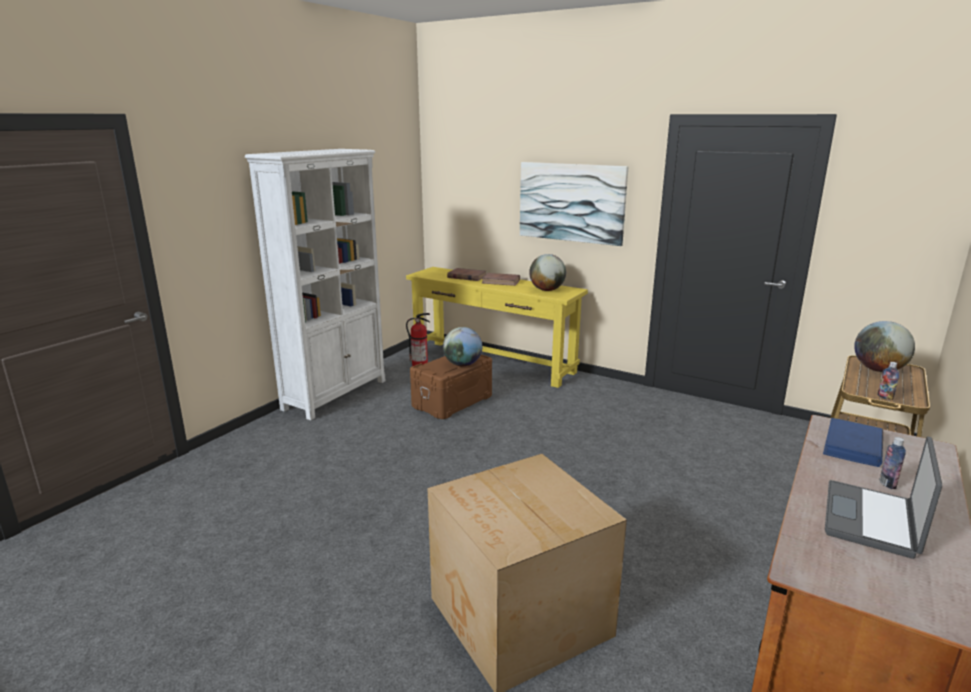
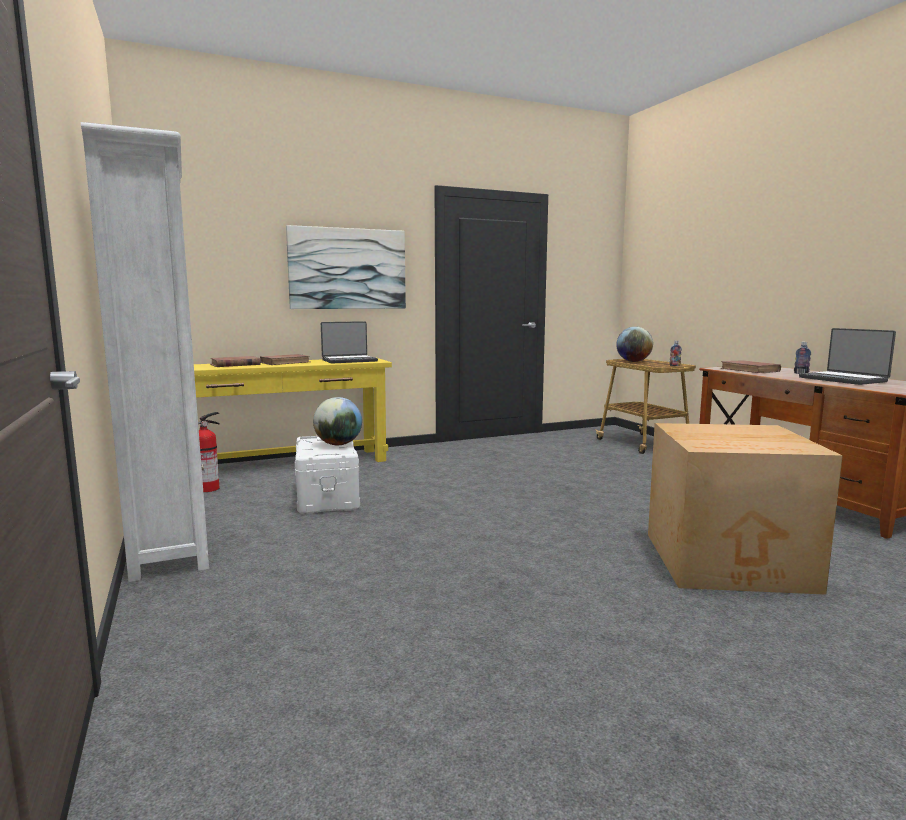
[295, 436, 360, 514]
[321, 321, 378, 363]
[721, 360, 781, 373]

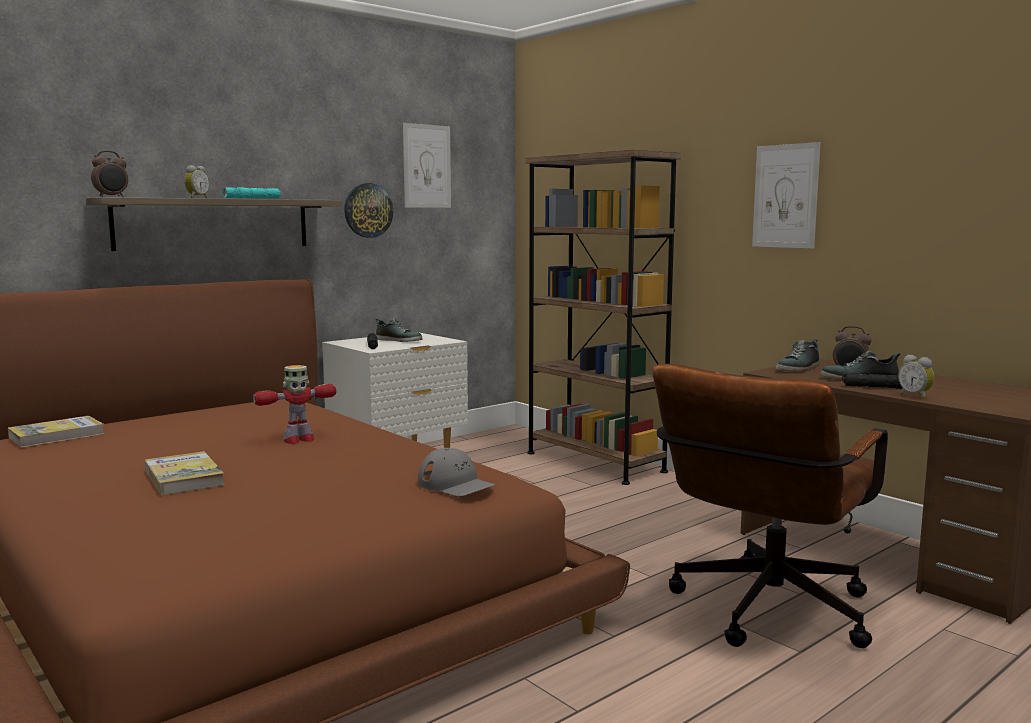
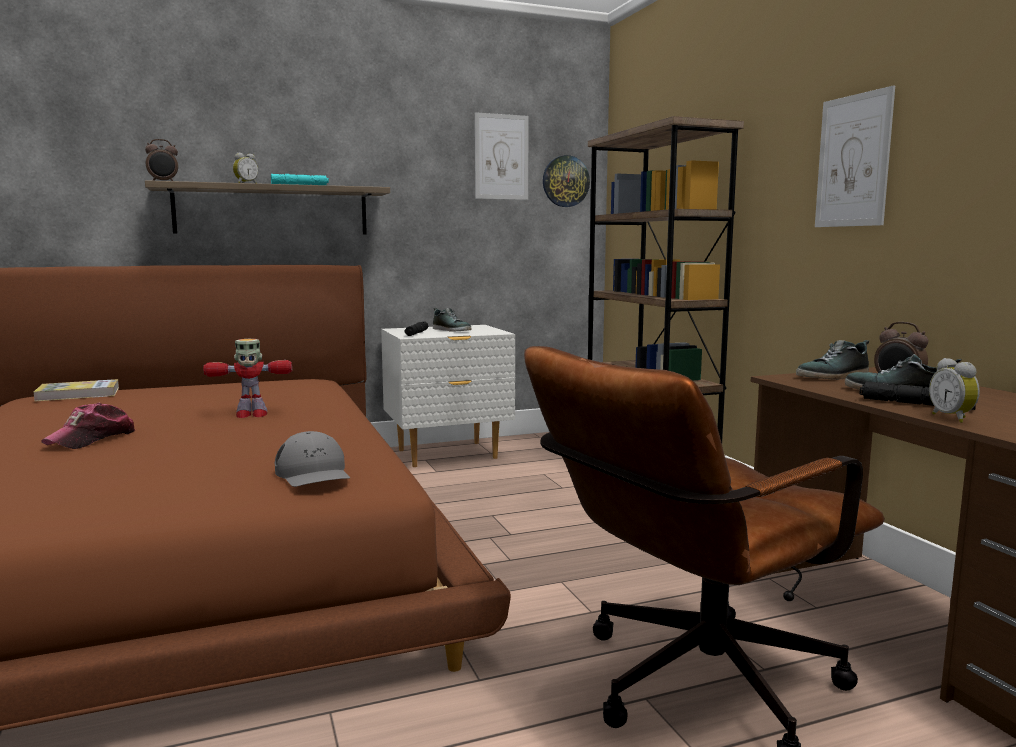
[41, 403, 136, 449]
[543, 155, 590, 207]

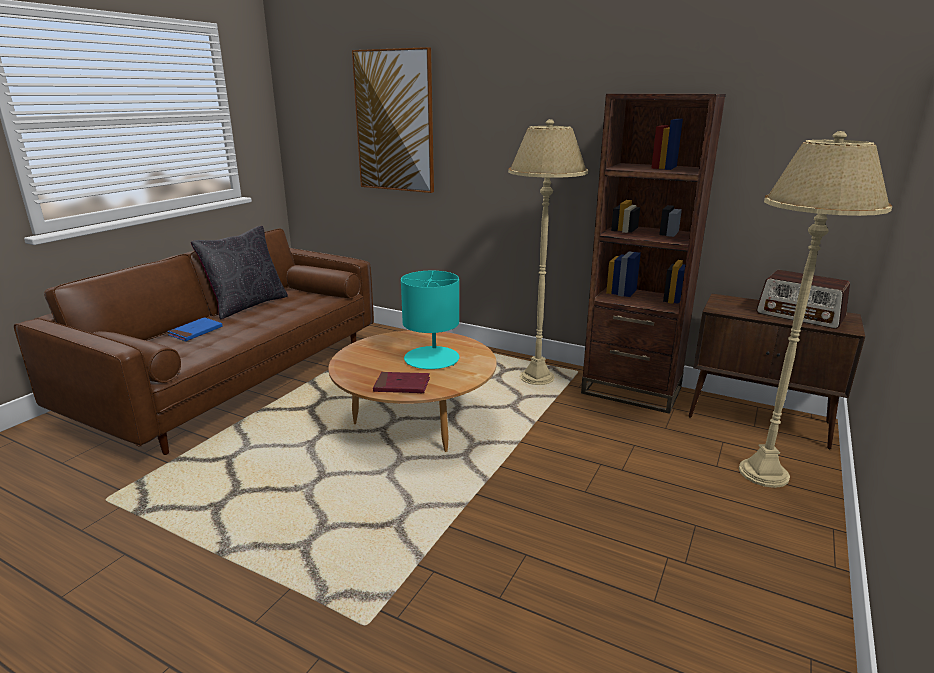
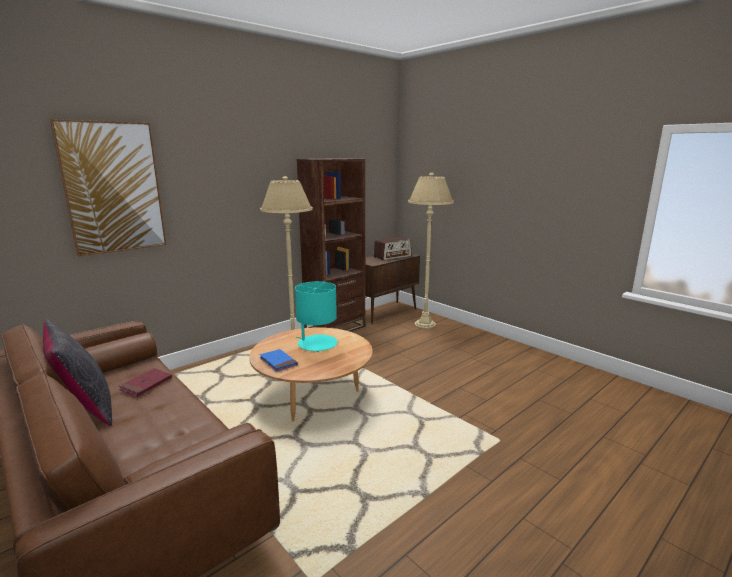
[119, 368, 172, 397]
[259, 349, 298, 372]

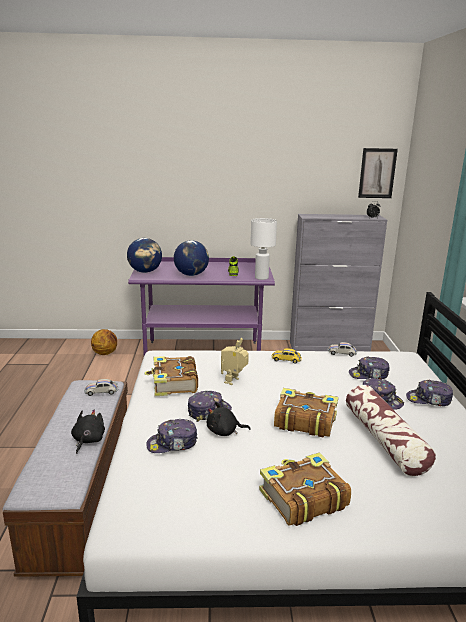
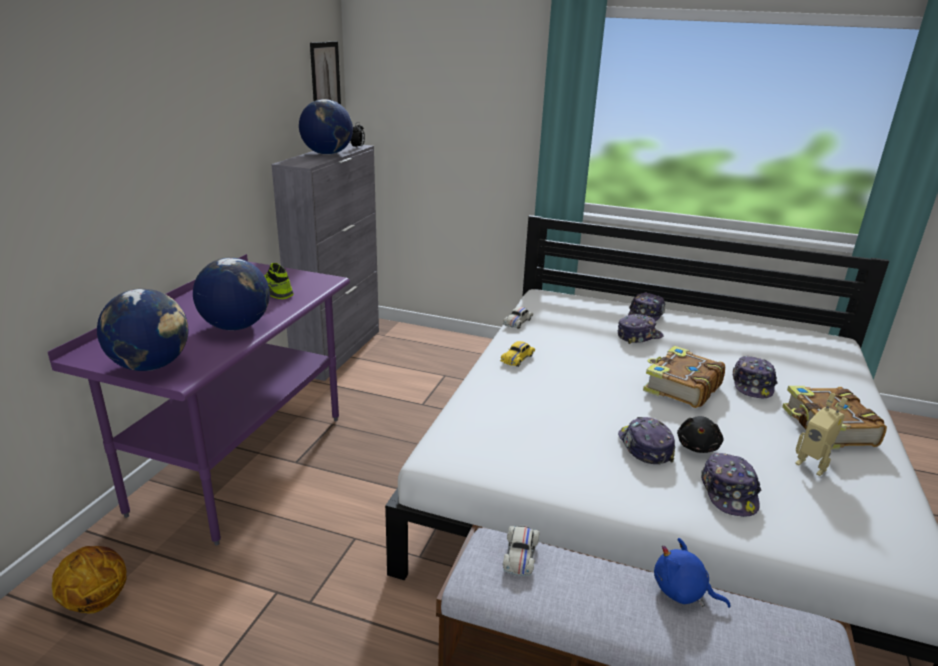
[299, 99, 353, 155]
[654, 538, 731, 608]
[733, 356, 778, 398]
[795, 393, 848, 476]
[144, 356, 198, 396] (first image)
[250, 218, 277, 280] (first image)
[346, 385, 436, 476] (first image)

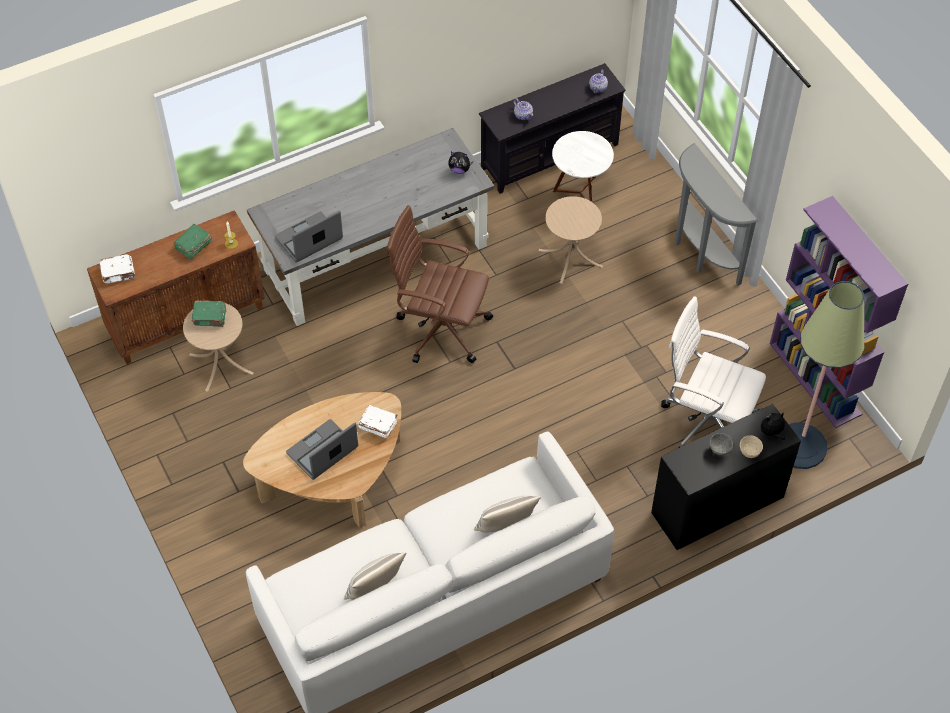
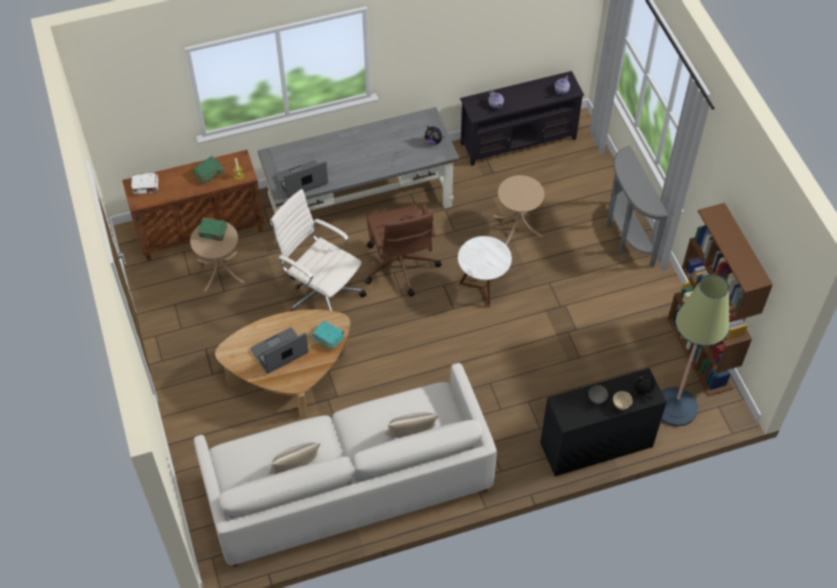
[271, 189, 367, 311]
[312, 321, 345, 349]
[365, 204, 442, 297]
[458, 236, 512, 308]
[668, 203, 773, 396]

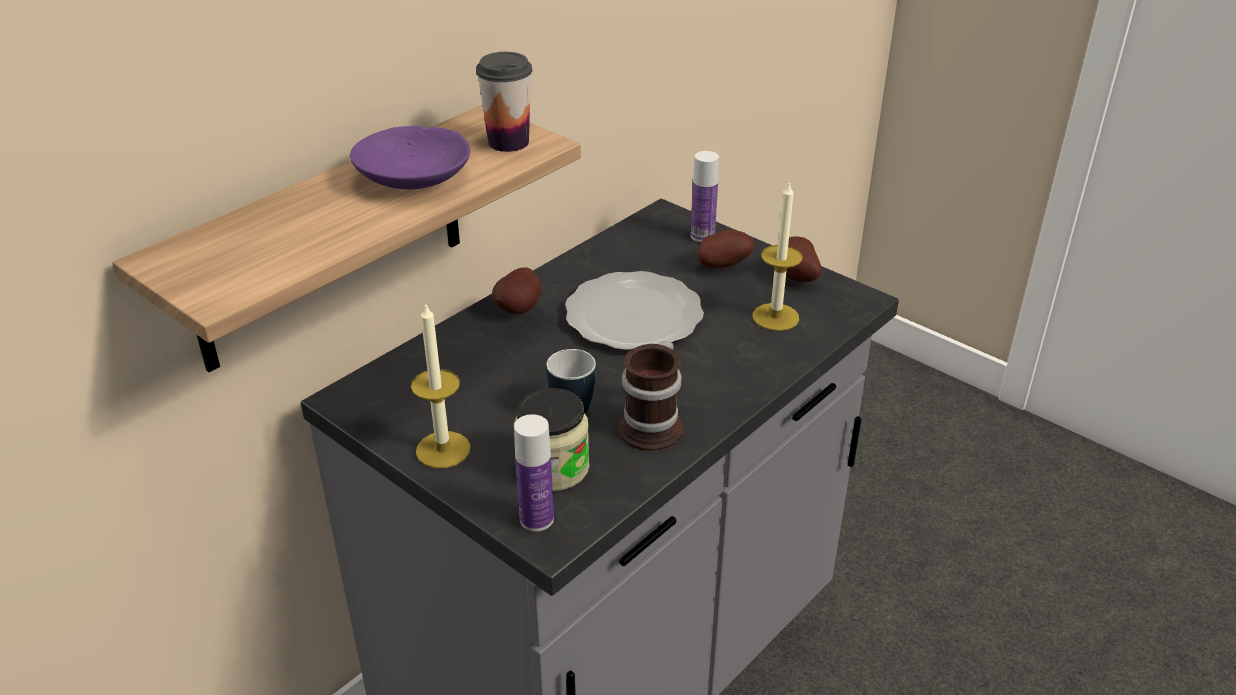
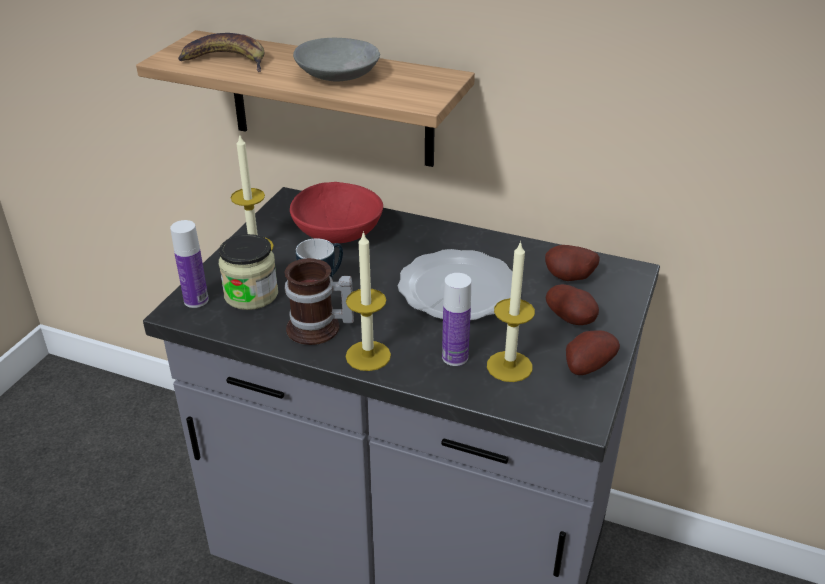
[178, 33, 264, 72]
[290, 182, 383, 243]
[293, 38, 380, 82]
[346, 231, 391, 371]
[442, 273, 471, 366]
[545, 245, 600, 281]
[476, 52, 532, 152] (first image)

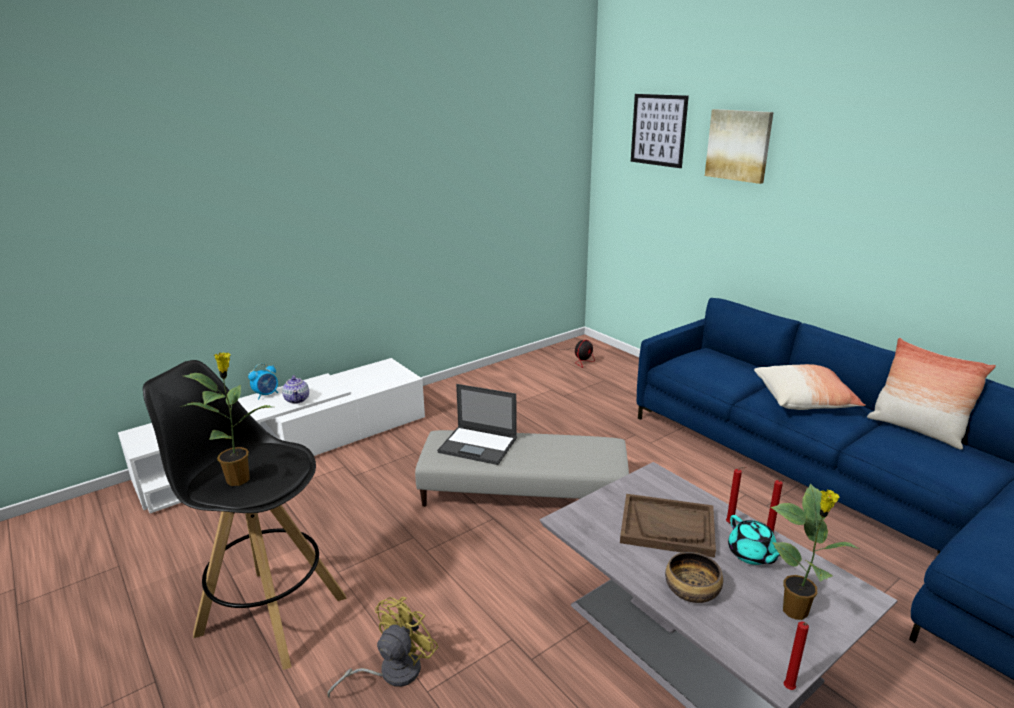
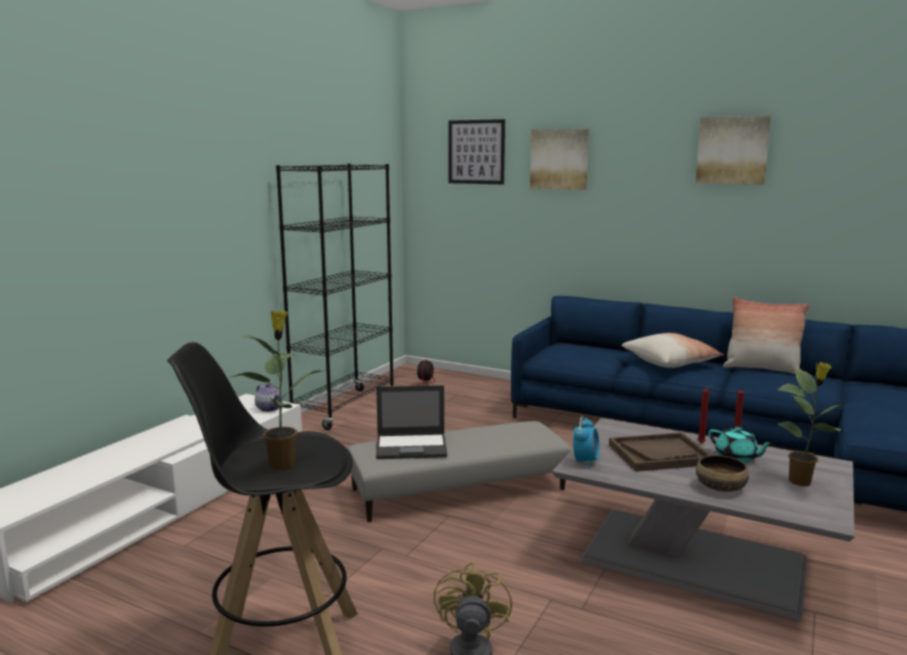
[255, 384, 283, 412]
[276, 164, 394, 430]
[573, 417, 599, 469]
[696, 116, 771, 185]
[784, 622, 809, 690] (first image)

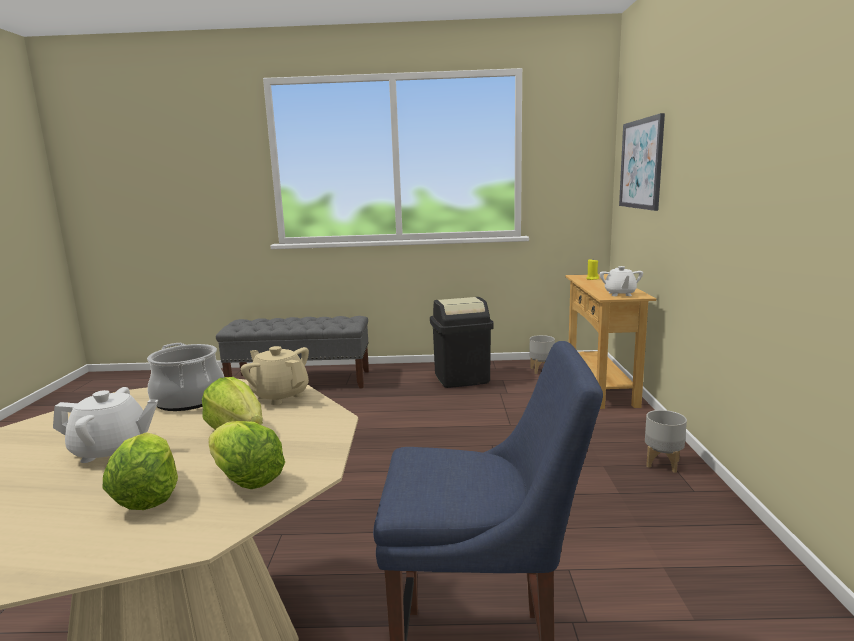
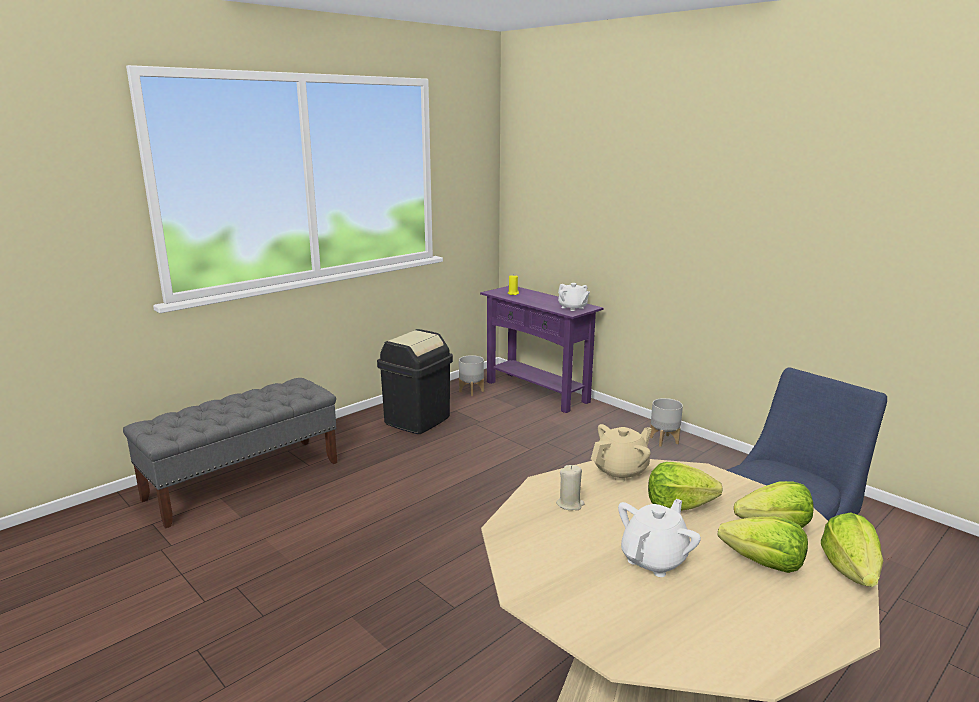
[480, 286, 603, 413]
[556, 465, 585, 510]
[591, 424, 652, 482]
[821, 512, 883, 587]
[619, 113, 665, 211] (first image)

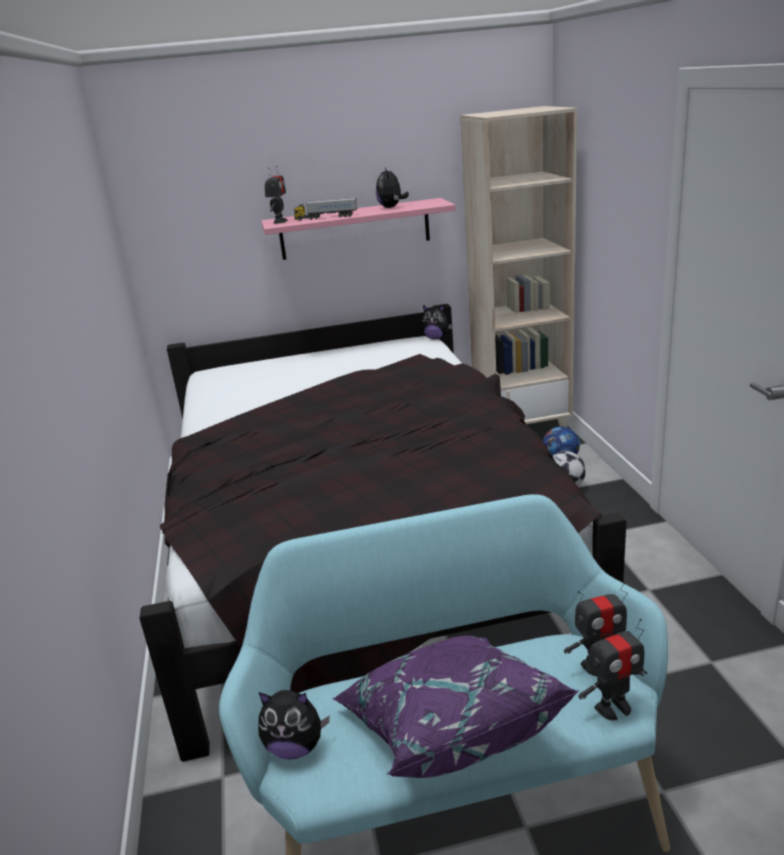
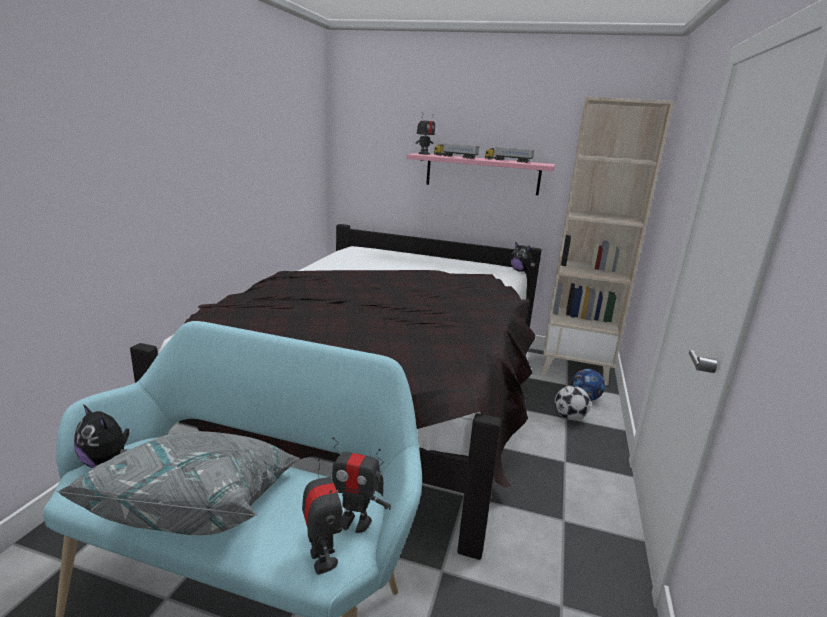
[56, 431, 300, 535]
[302, 459, 343, 575]
[485, 147, 534, 163]

